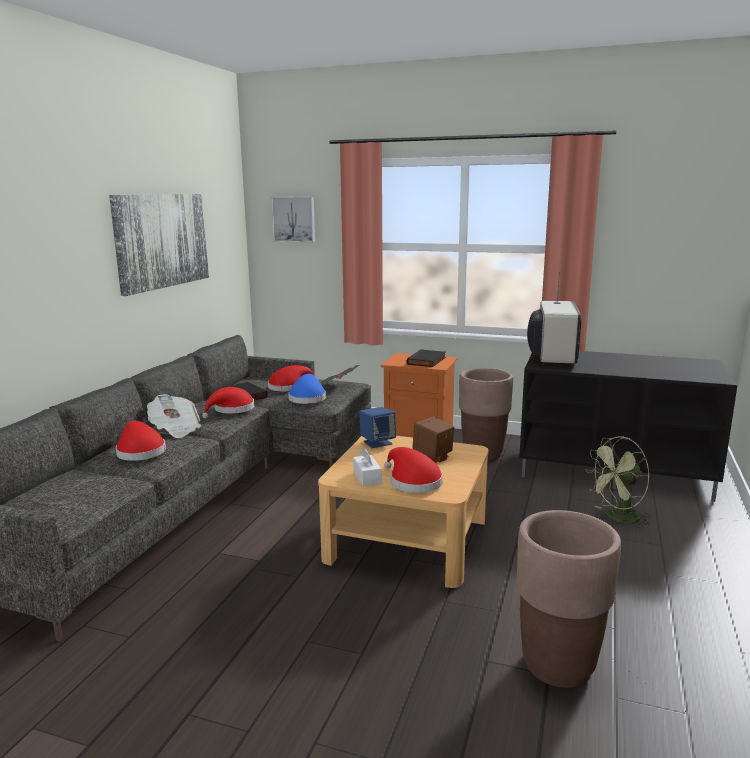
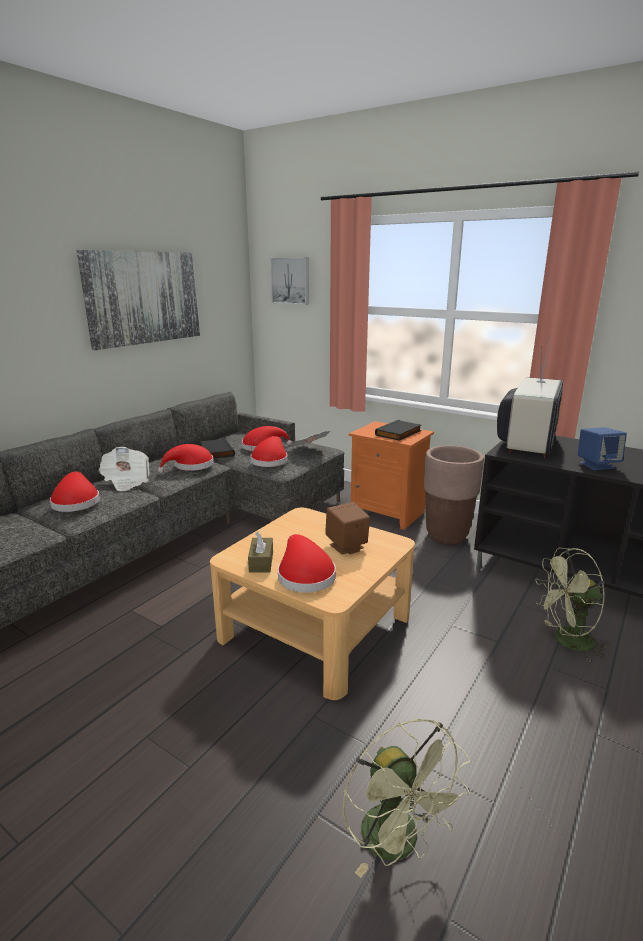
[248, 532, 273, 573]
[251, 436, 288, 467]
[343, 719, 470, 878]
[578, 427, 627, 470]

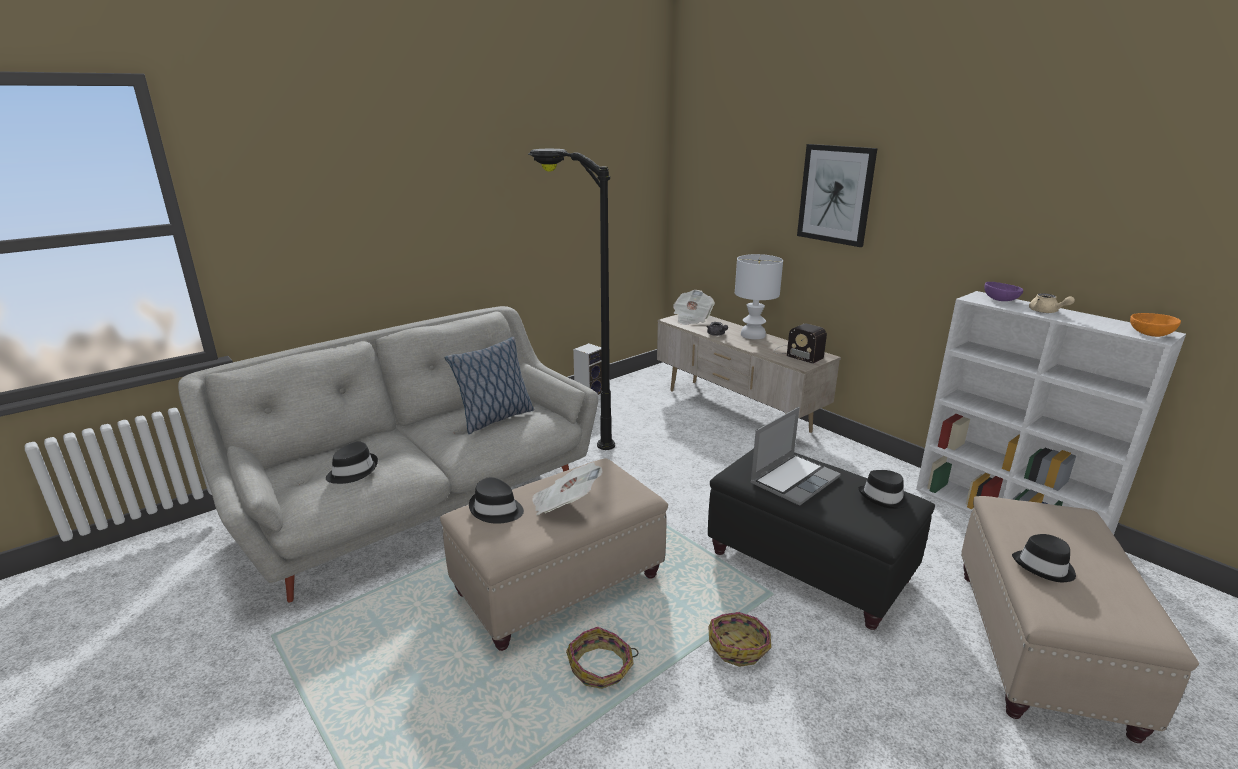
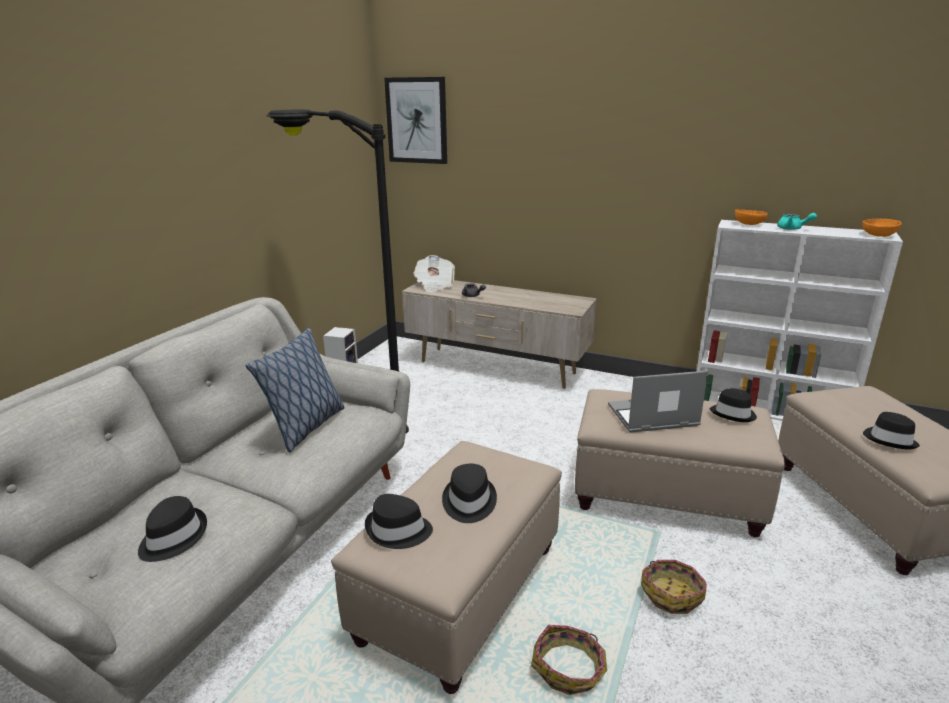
[384, 77, 447, 164]
[442, 464, 497, 523]
[575, 389, 785, 537]
[608, 370, 708, 433]
[735, 209, 768, 225]
[777, 213, 817, 230]
[735, 254, 783, 339] (first image)
[774, 323, 827, 364] (first image)

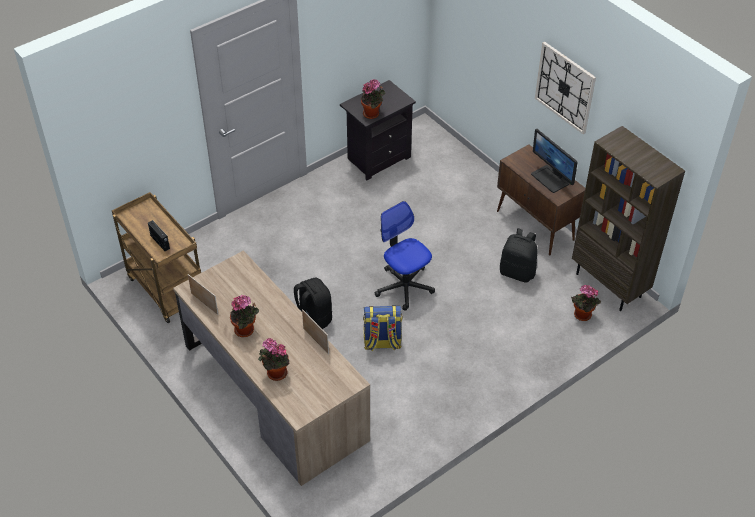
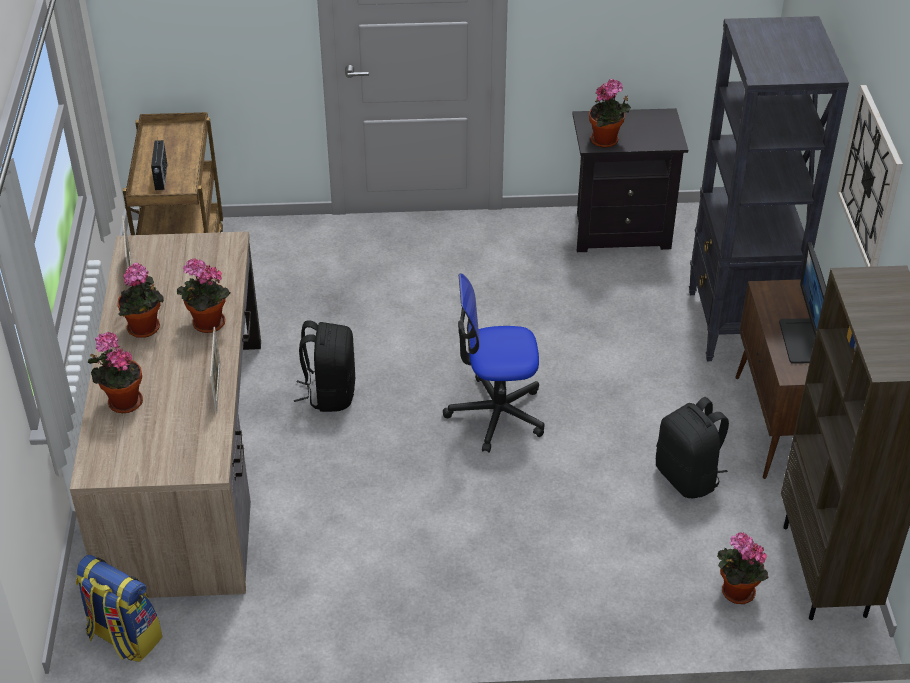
[76, 555, 162, 662]
[177, 258, 231, 333]
[443, 273, 545, 453]
[689, 16, 849, 361]

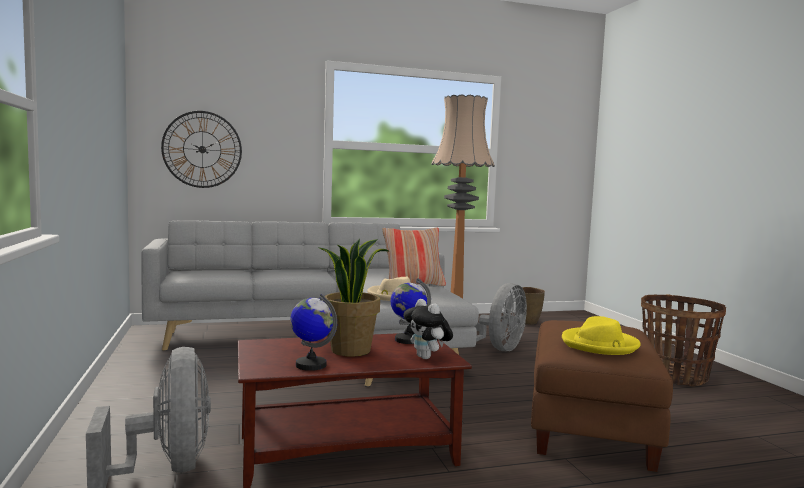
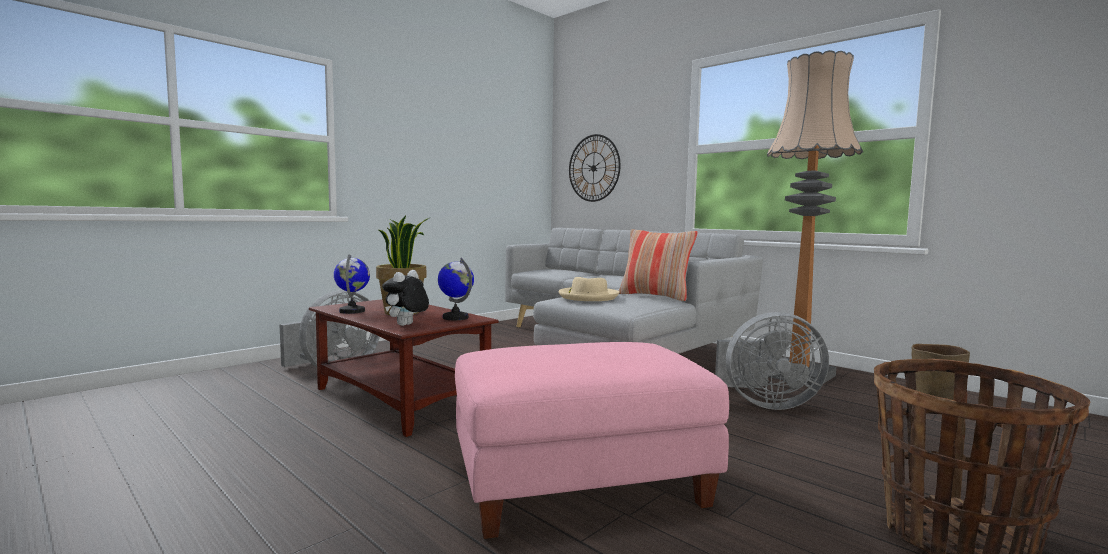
[455, 342, 729, 539]
[562, 316, 641, 355] (first image)

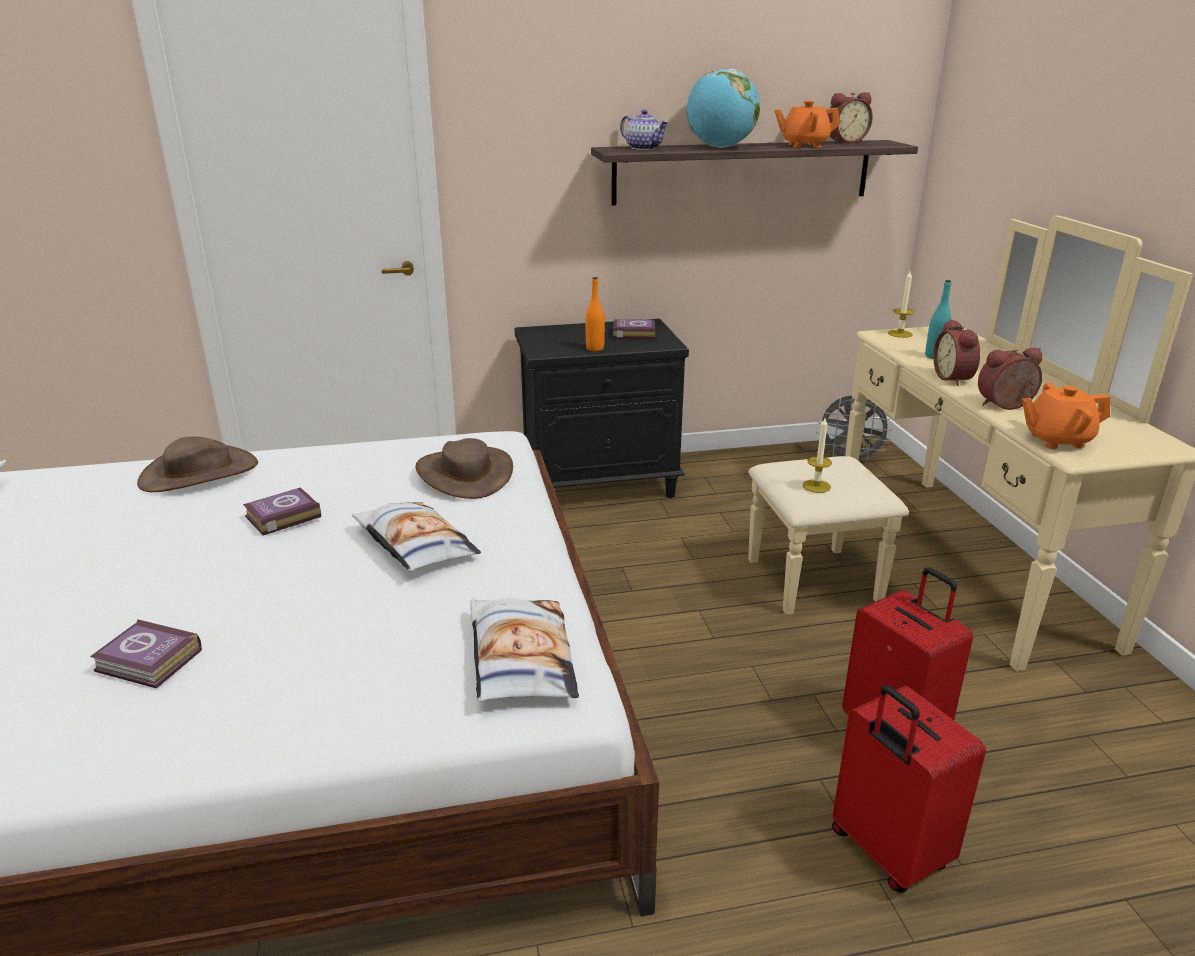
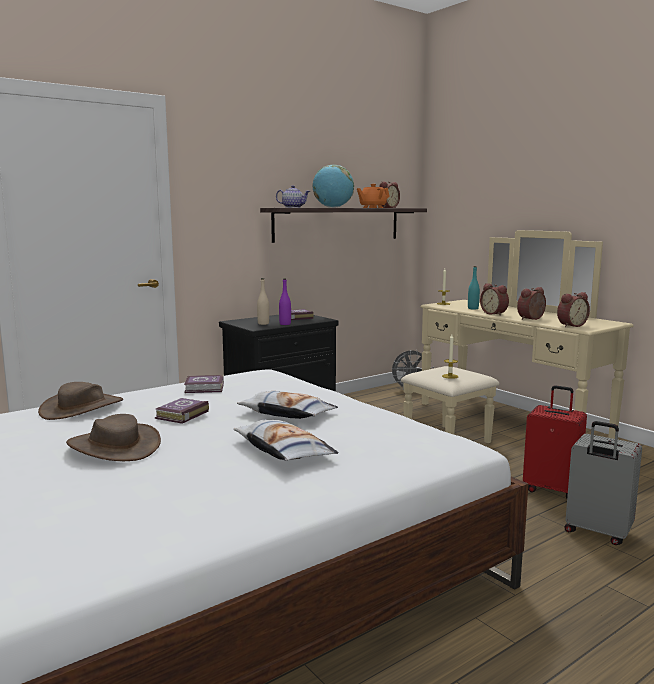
[66, 414, 161, 461]
[184, 375, 224, 393]
[234, 420, 339, 461]
[257, 278, 269, 325]
[279, 279, 291, 325]
[557, 292, 590, 327]
[565, 421, 642, 545]

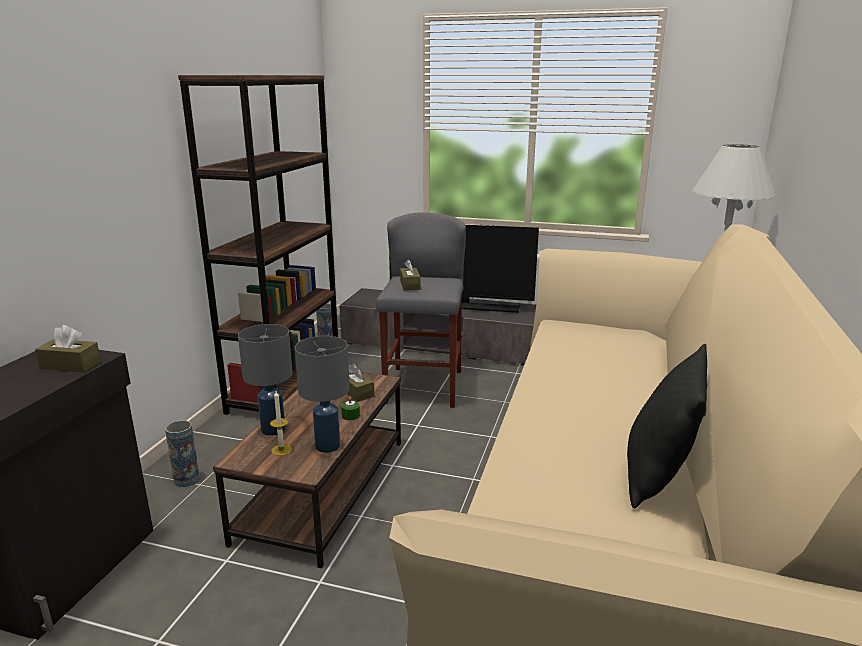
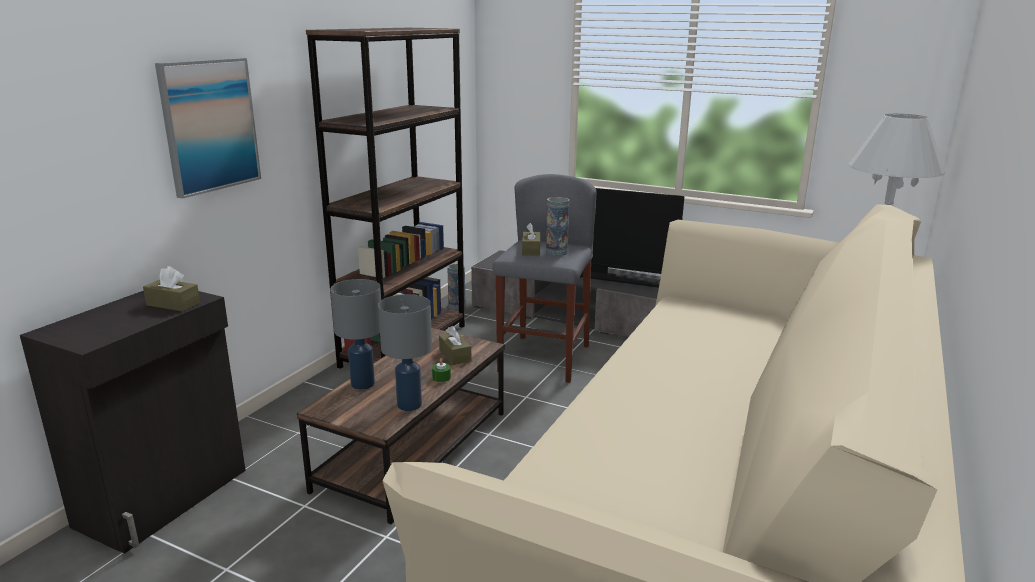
[155, 58, 261, 199]
[546, 197, 569, 256]
[270, 391, 292, 456] (first image)
[627, 344, 707, 509] (first image)

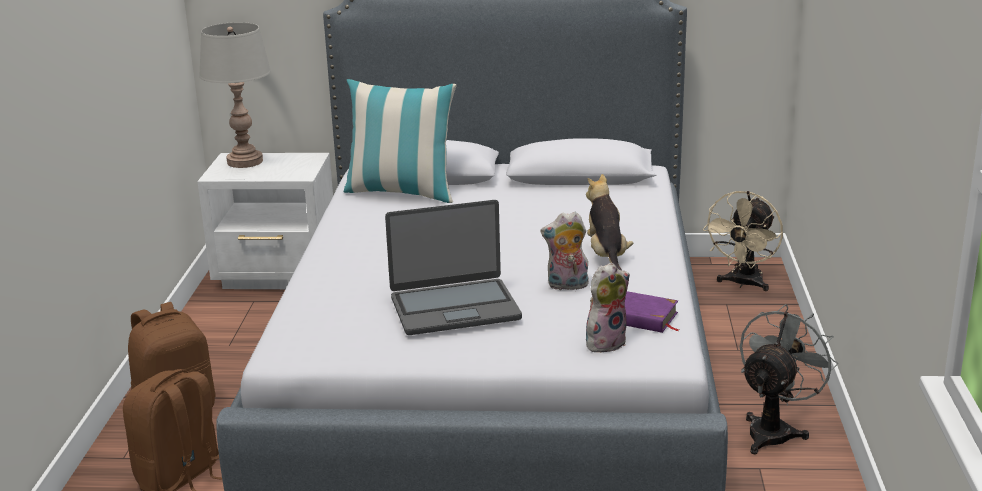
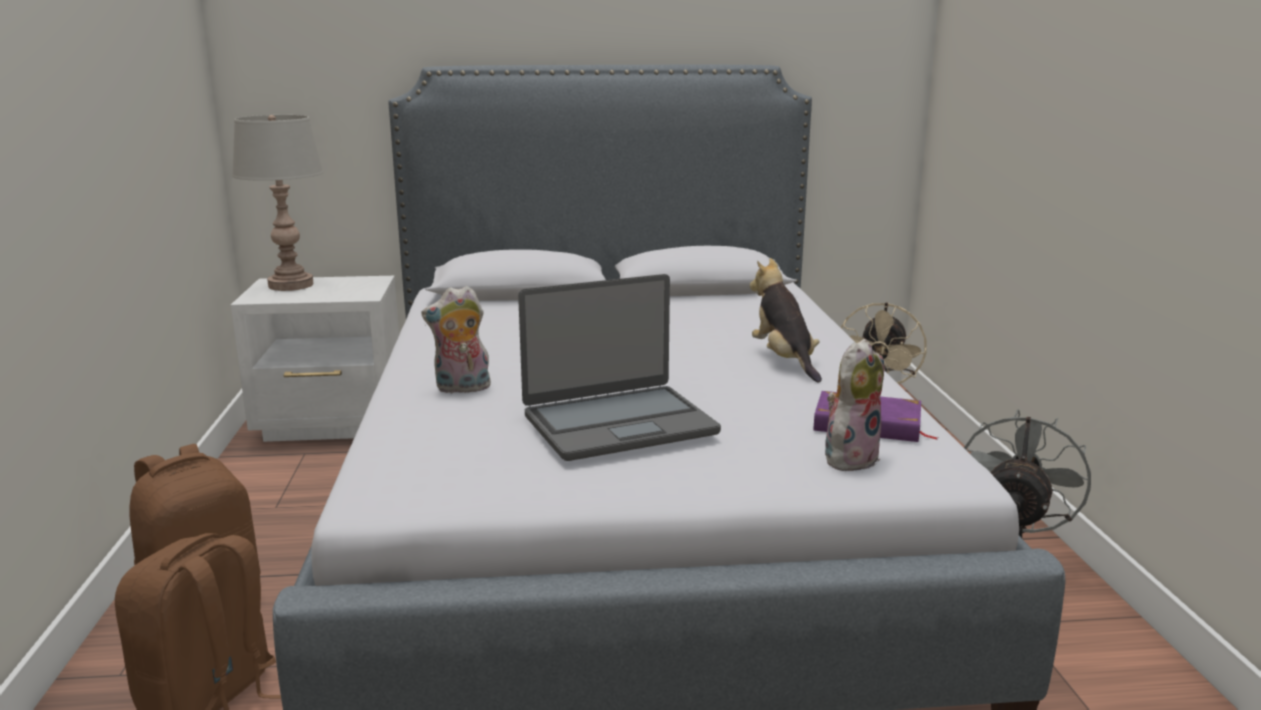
[421, 286, 491, 394]
[344, 79, 457, 203] (first image)

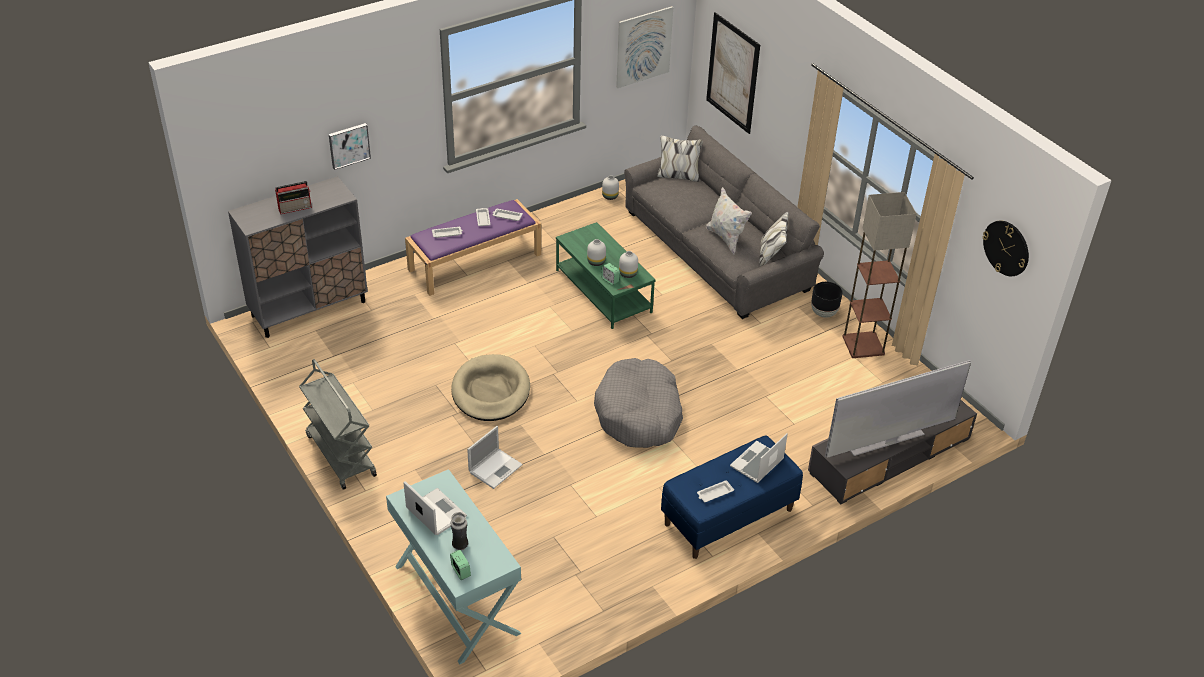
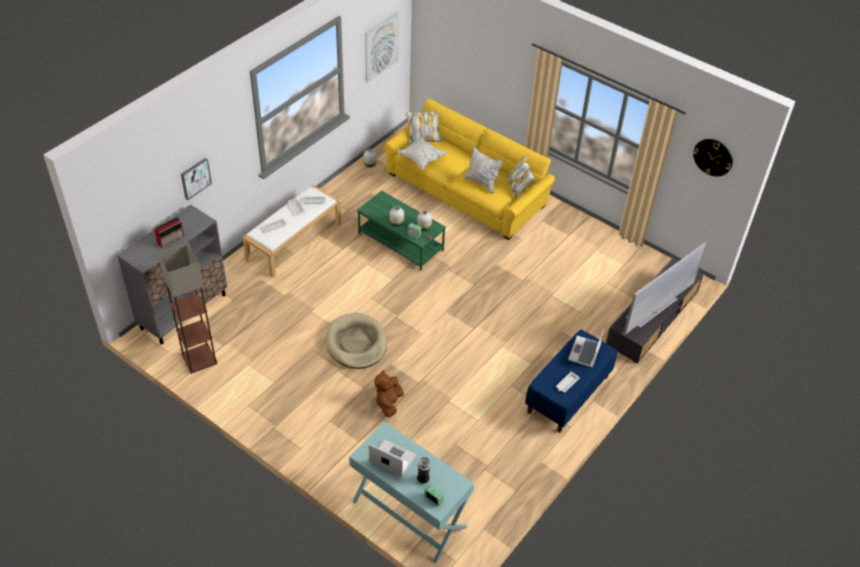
[158, 243, 218, 374]
[242, 185, 341, 277]
[375, 370, 404, 417]
[384, 99, 555, 240]
[397, 137, 447, 169]
[299, 359, 377, 490] (first image)
[594, 358, 683, 448] (first image)
[706, 12, 760, 134] (first image)
[811, 282, 843, 318] (first image)

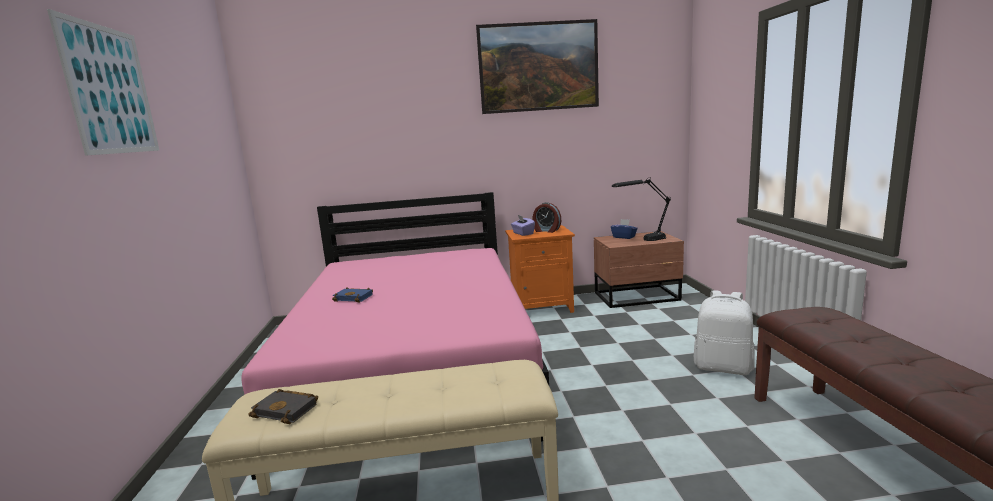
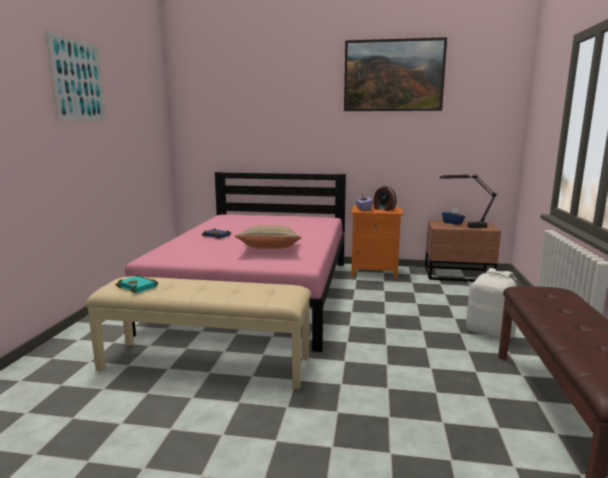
[116, 275, 158, 293]
[234, 225, 302, 249]

